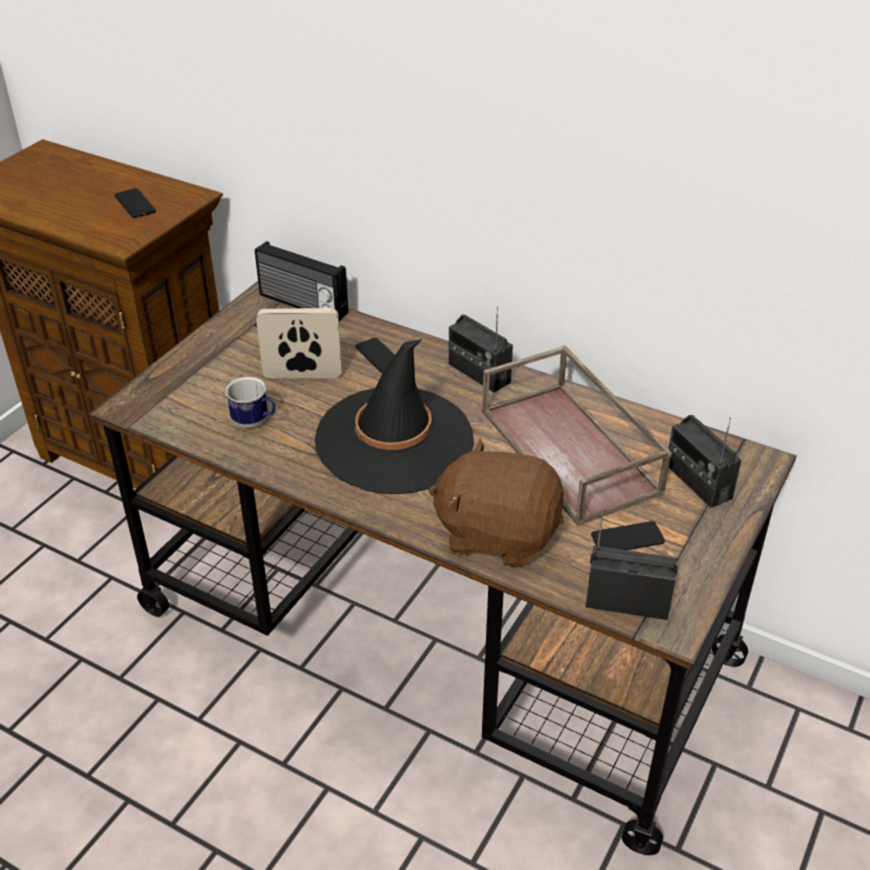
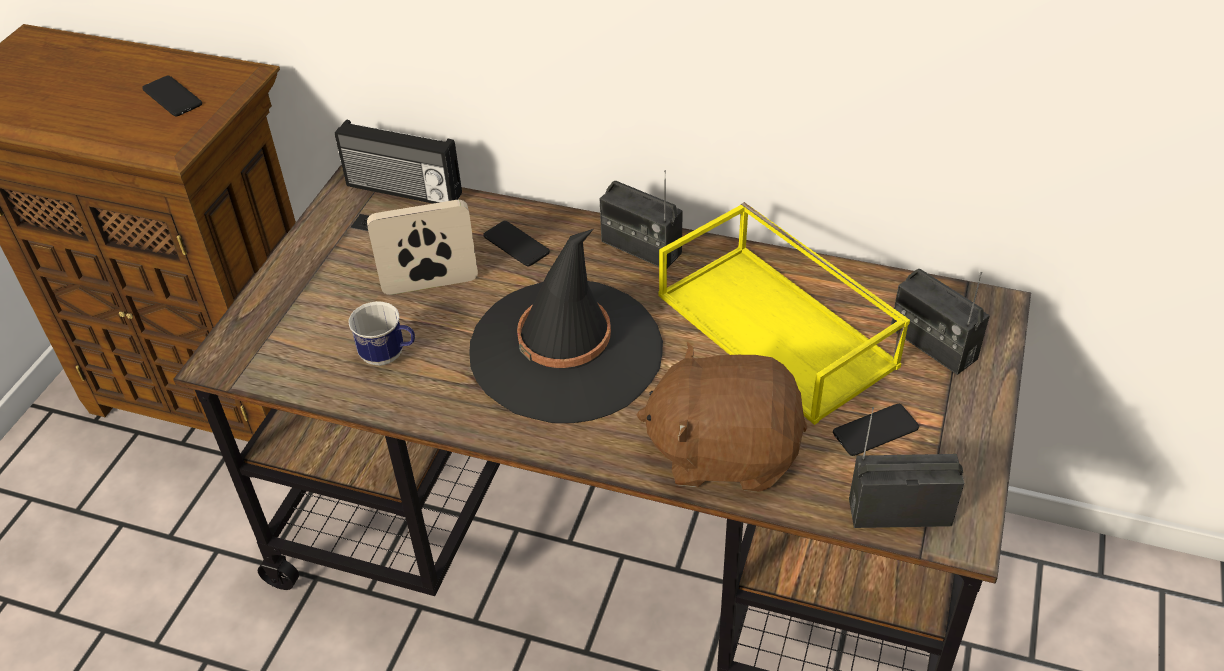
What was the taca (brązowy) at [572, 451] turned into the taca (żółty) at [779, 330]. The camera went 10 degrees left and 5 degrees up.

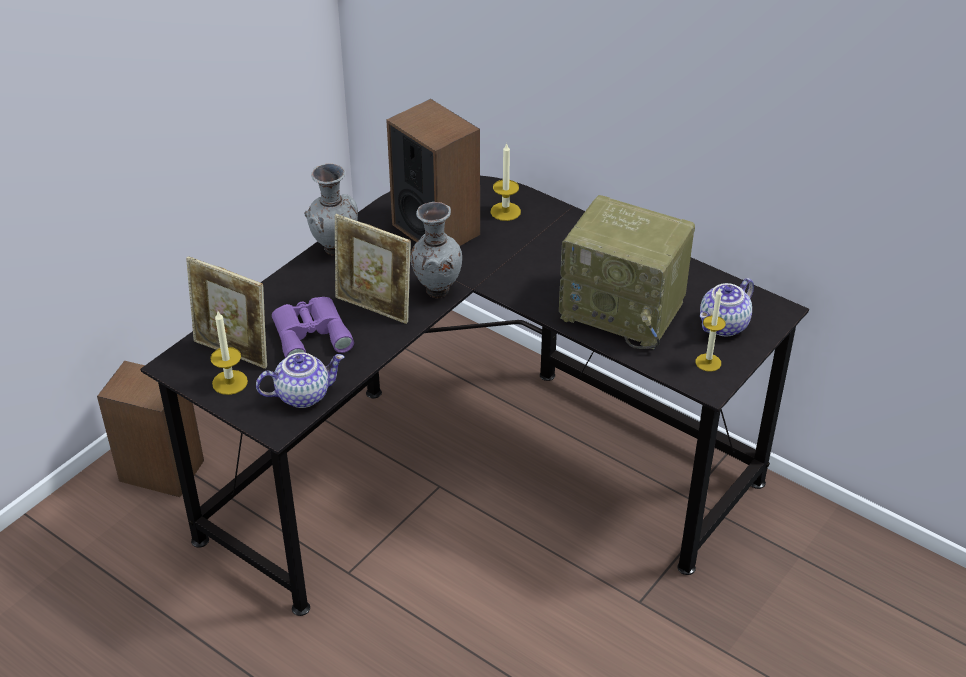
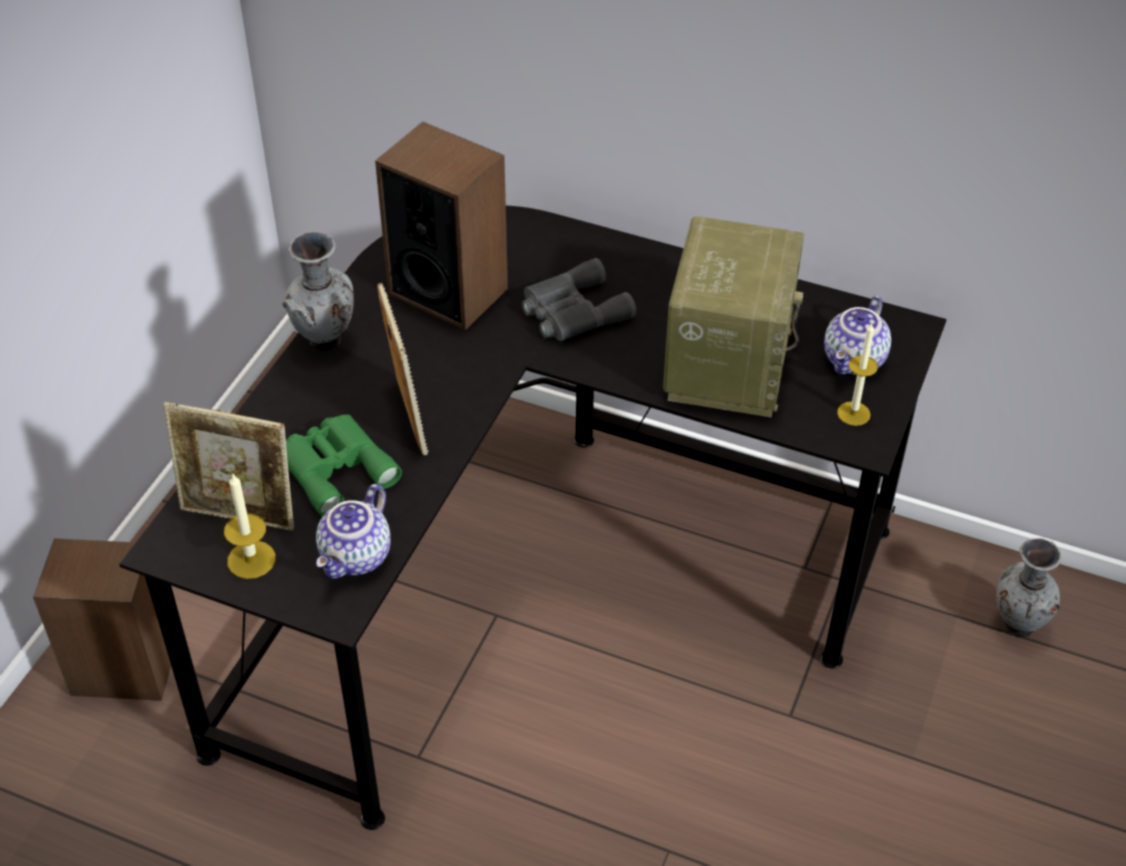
The second view lost the świeca at [505, 211]. The radio at [625, 310] ended up facing another way, 90 degrees counterclockwise from before. The wazon (szary) ended up elsewhere, having gone from [436, 290] to [1016, 626]. The ramka na zdjęcie at [374, 308] ended up facing another way, 120 degrees counterclockwise from before. What was the lornetka (fioletowy) at [311, 333] turned into the lornetka (zielony) at [335, 468]. The imbryk at [303, 394] ended up facing another way, 150 degrees clockwise from before. The second view gained the lornetka (szary) at [572, 311]. The camera went 15 degrees left and 5 degrees up.

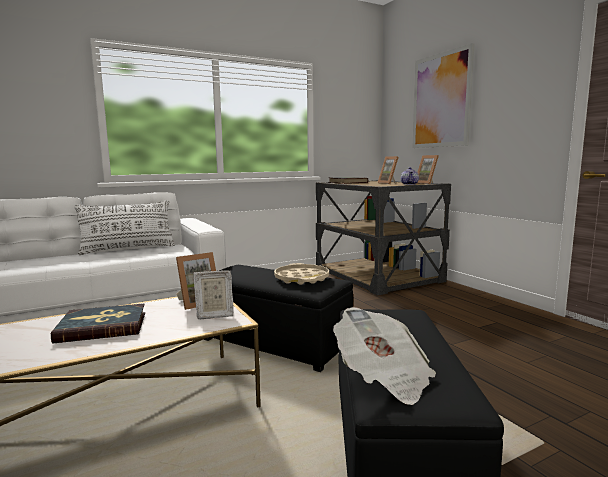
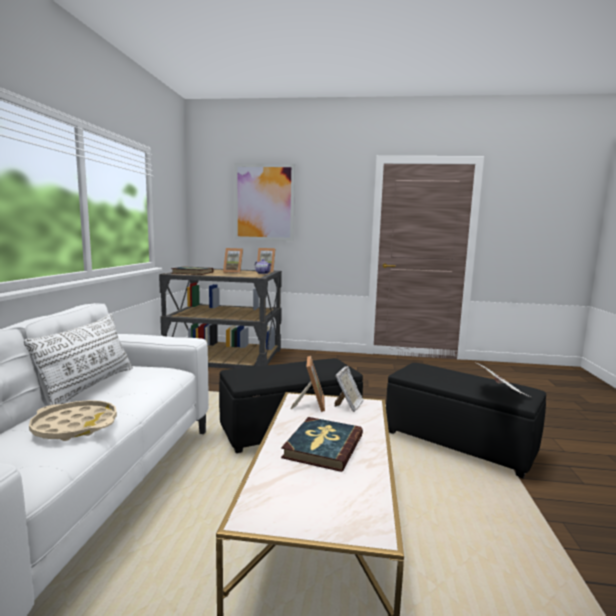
The taca (beżowy) ended up elsewhere, having gone from [302, 278] to [75, 426]. The camera went 55 degrees left and 0 degrees up.

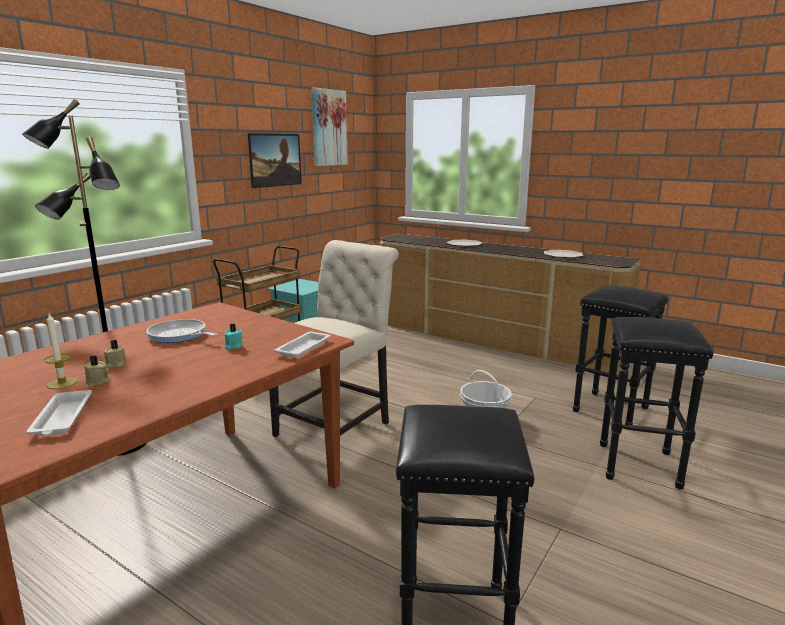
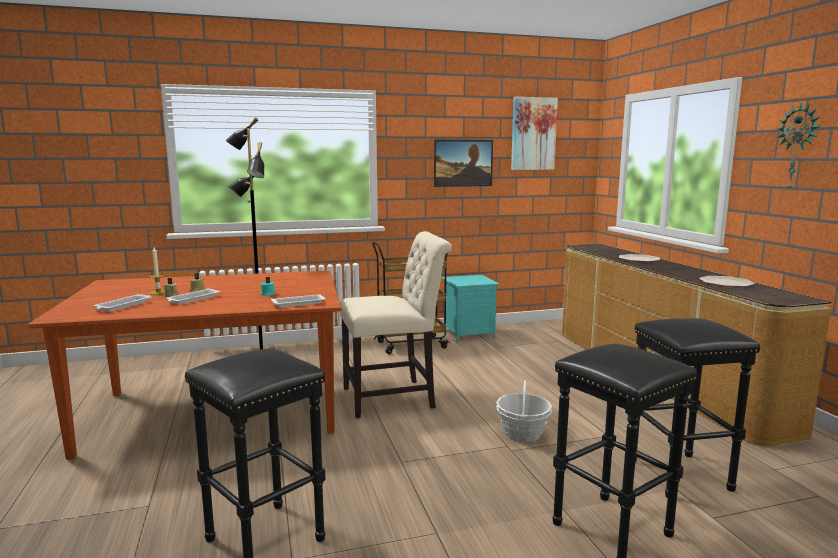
The second view lost the patelnia at [179, 335]. The second view gained the zegar ścienny at [798, 147]. The second view gained the taca (biały) at [192, 299]. The camera went 40 degrees right and 5 degrees down.

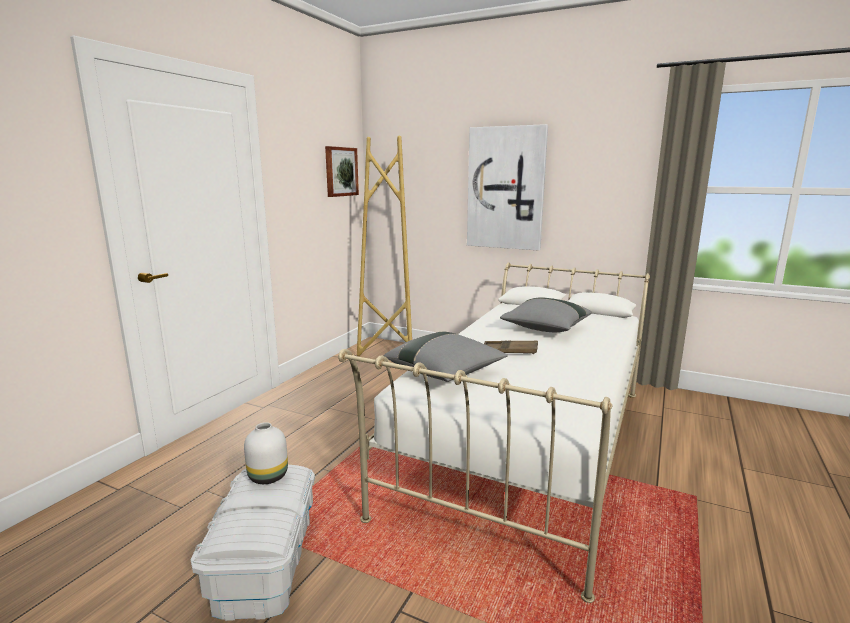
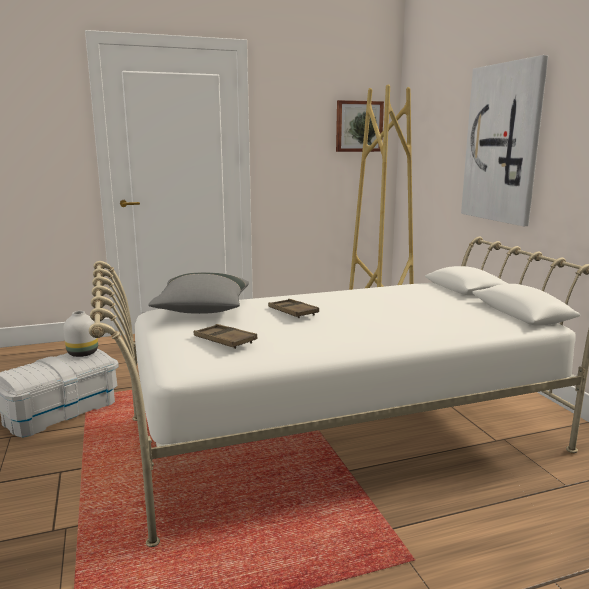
The second view lost the poduszka (szary) at [545, 329]. The second view gained the taca (brązowy) at [224, 341]. The camera went 45 degrees right and 0 degrees up.

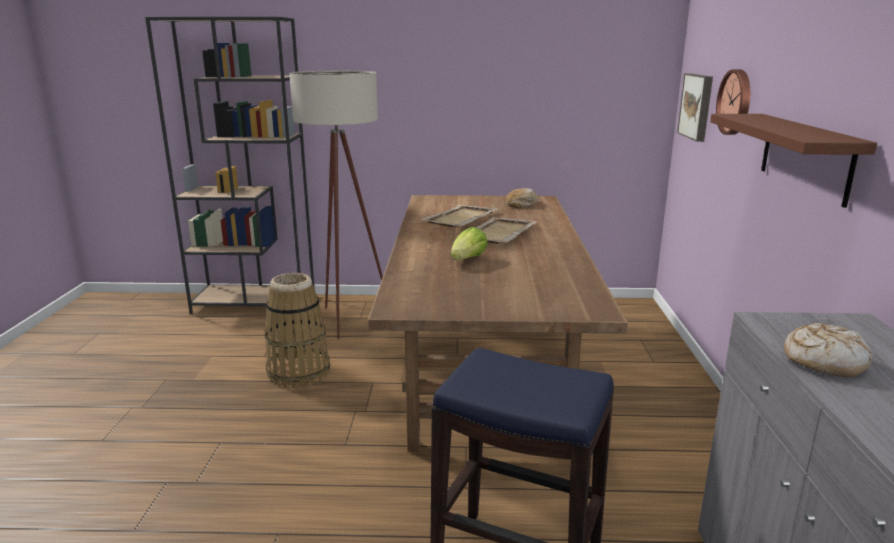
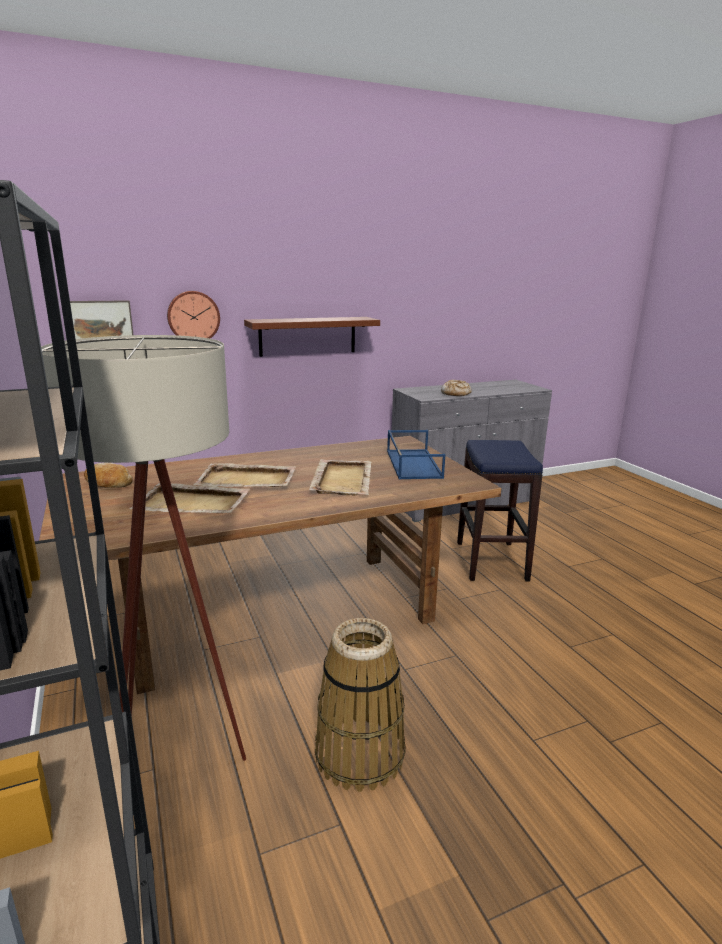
Where the sałata stood at [468, 259], the taca (beżowy) came to stand at [342, 479]. The second view gained the taca (niebieski) at [412, 463]. The camera went 115 degrees left and 0 degrees up.

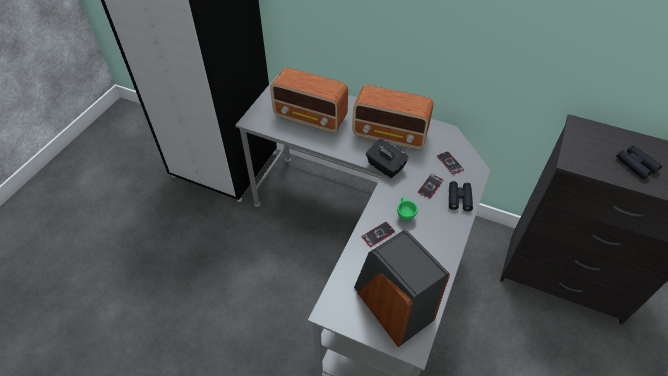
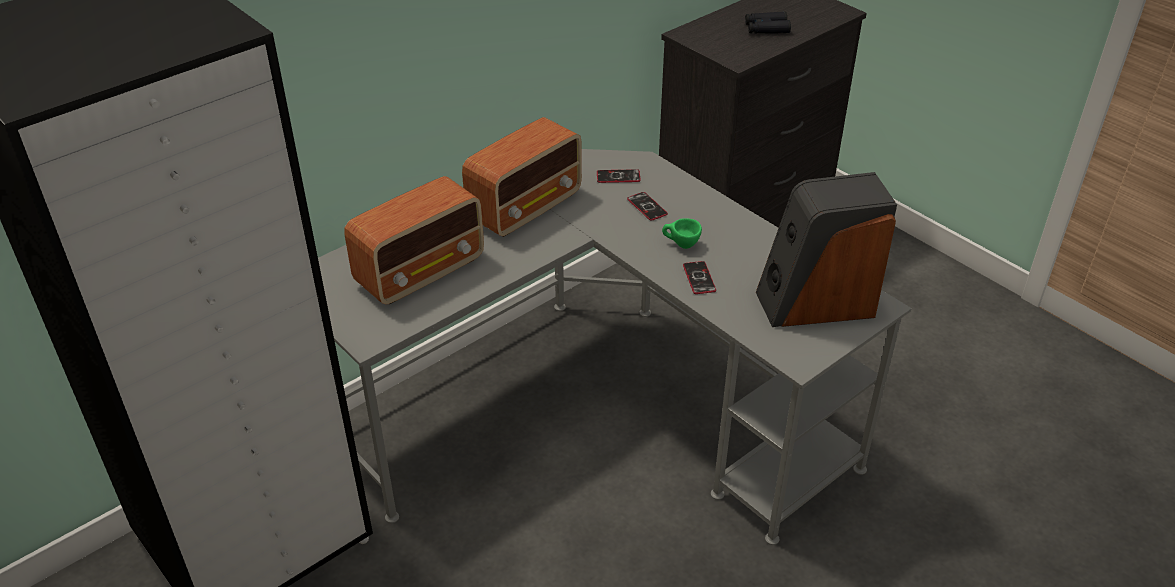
The second view lost the pudełko chusteczek (czarny) at [385, 166]. The second view lost the lornetka (czarny) at [459, 198]. The camera went 65 degrees left and 10 degrees down.

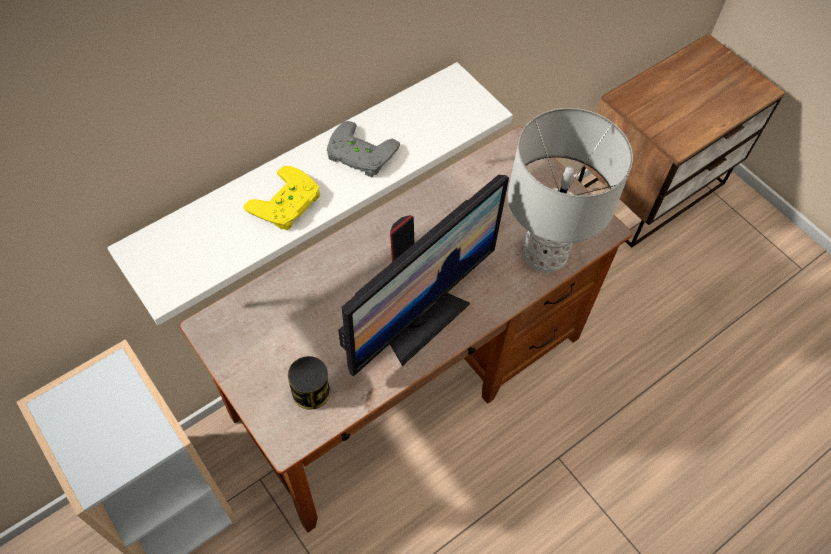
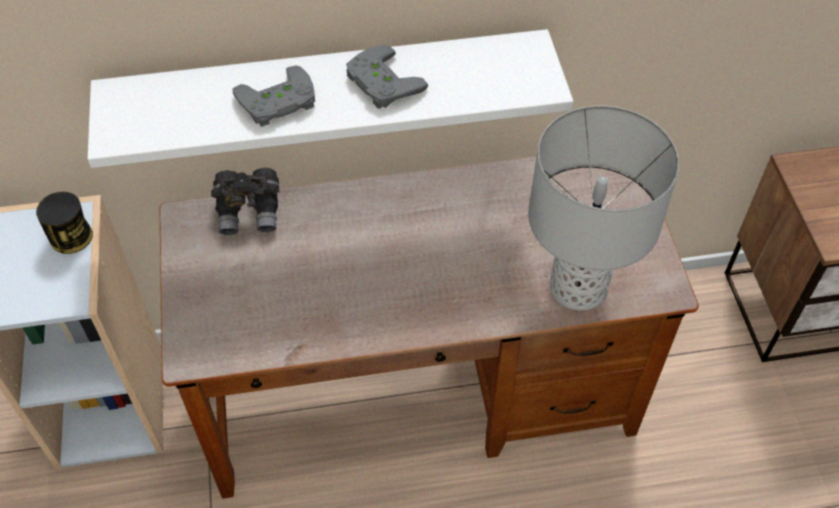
What was the pad do gier (żółty) at [288, 204] turned into the pad do gier (szary) at [278, 104]. The second view lost the monitor at [418, 318]. The puszka ended up elsewhere, having gone from [311, 391] to [71, 237]. The second view gained the lornetka (szary) at [250, 211]. The camera went 30 degrees right and 5 degrees down.

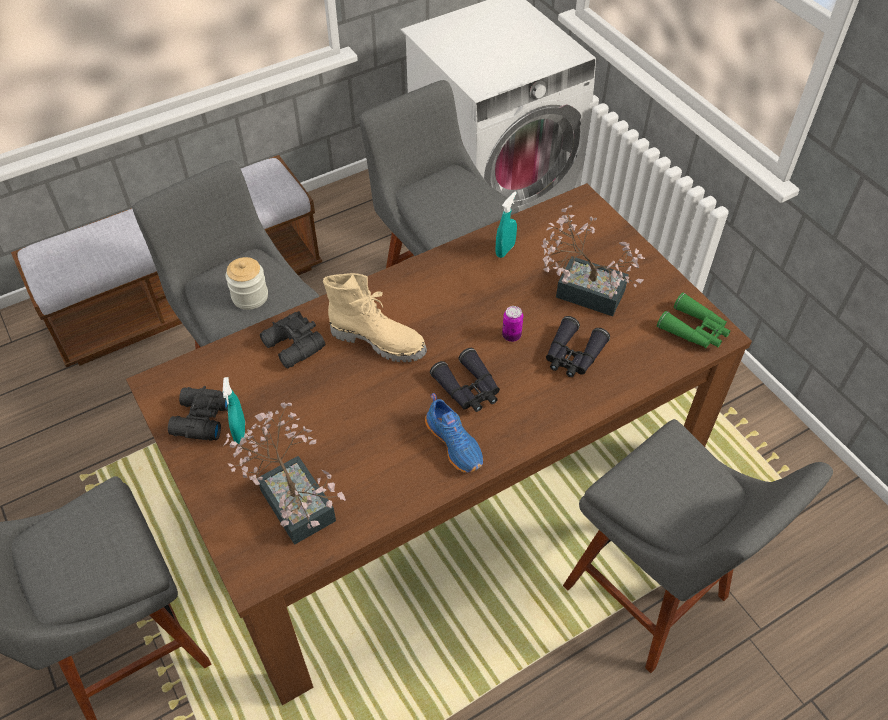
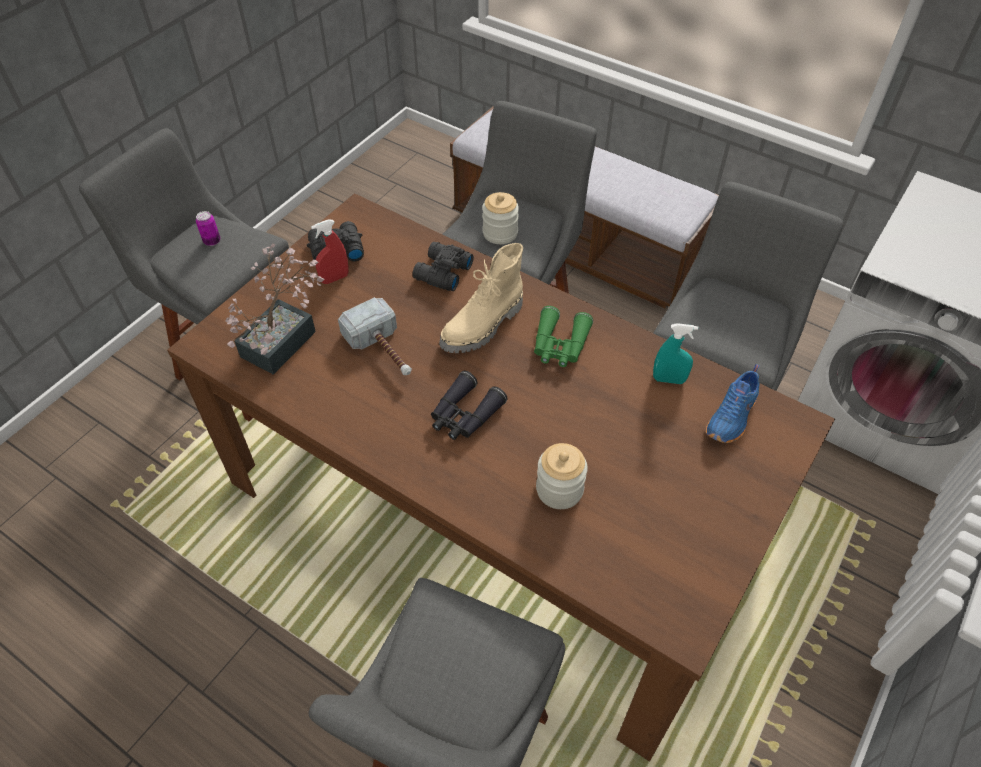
The second view lost the roślina doniczkowa at [582, 290]. The but z cholewką (beżowy) at [379, 340] ended up facing another way, 45 degrees clockwise from before. The lornetka (zielony) ended up elsewhere, having gone from [694, 330] to [559, 345]. The puszka ended up elsewhere, having gone from [511, 336] to [212, 241]. Where the lornetka (czarny) stood at [573, 355], the słoik came to stand at [559, 489]. What was the spryskiwacz (turkusowy) at [240, 432] turned into the spryskiwacz (czerwony) at [334, 278]. The but (niebieski) ended up elsewhere, having gone from [455, 443] to [732, 417]. The second view gained the młotek at [384, 351]. The camera went 65 degrees right and 0 degrees up.

